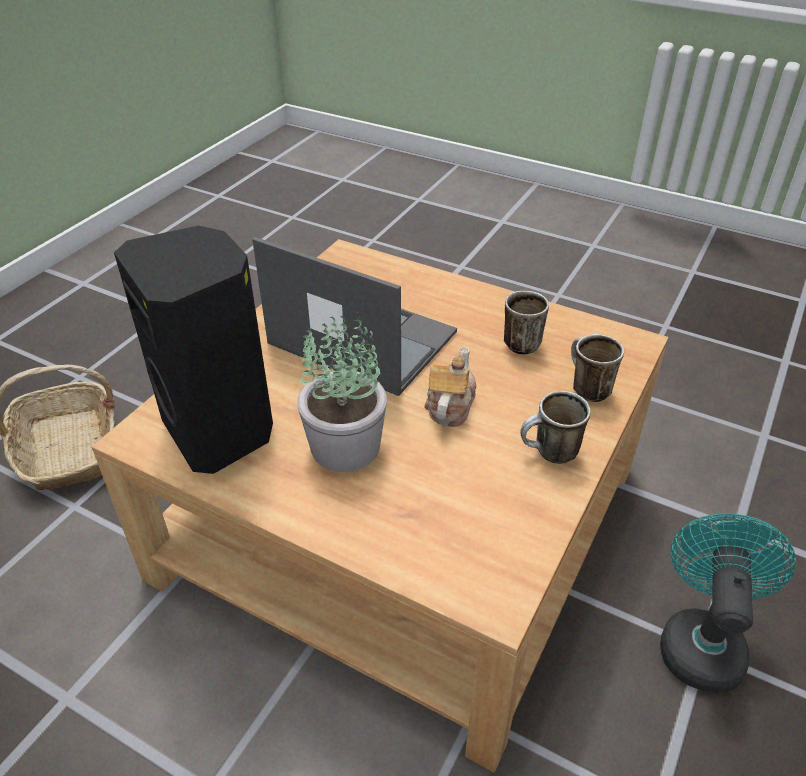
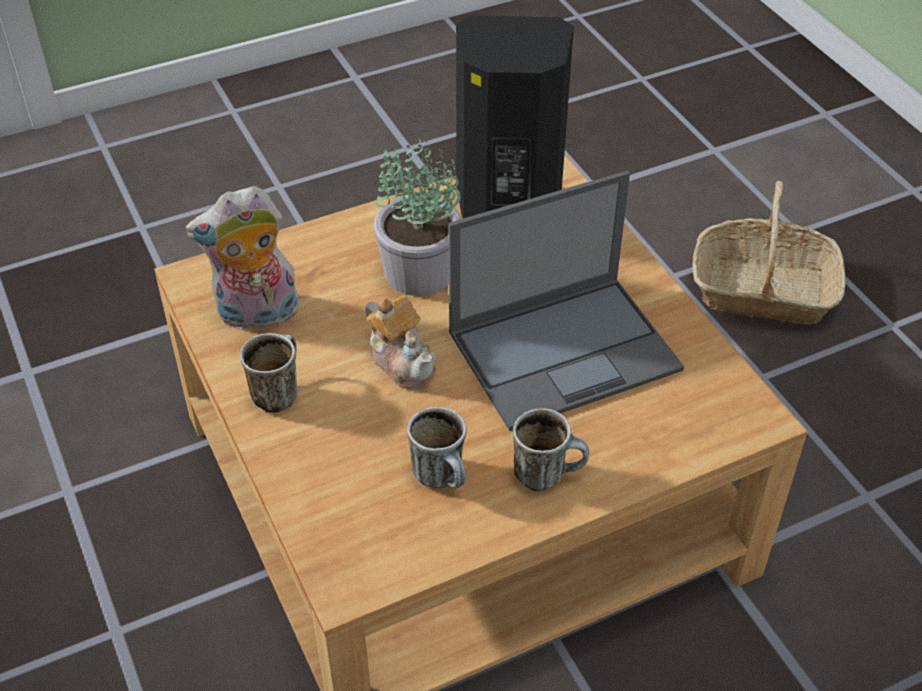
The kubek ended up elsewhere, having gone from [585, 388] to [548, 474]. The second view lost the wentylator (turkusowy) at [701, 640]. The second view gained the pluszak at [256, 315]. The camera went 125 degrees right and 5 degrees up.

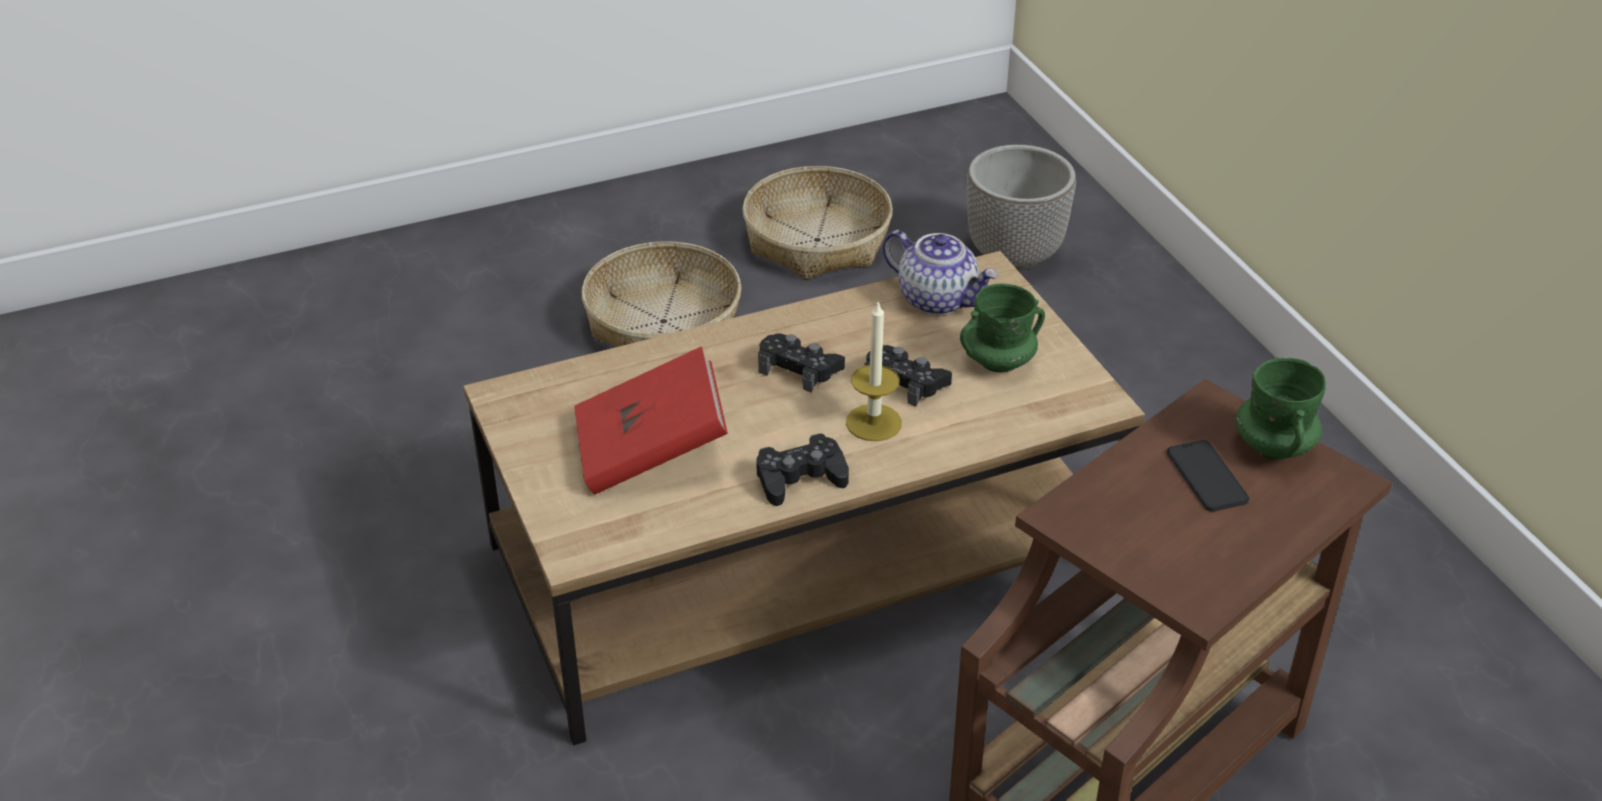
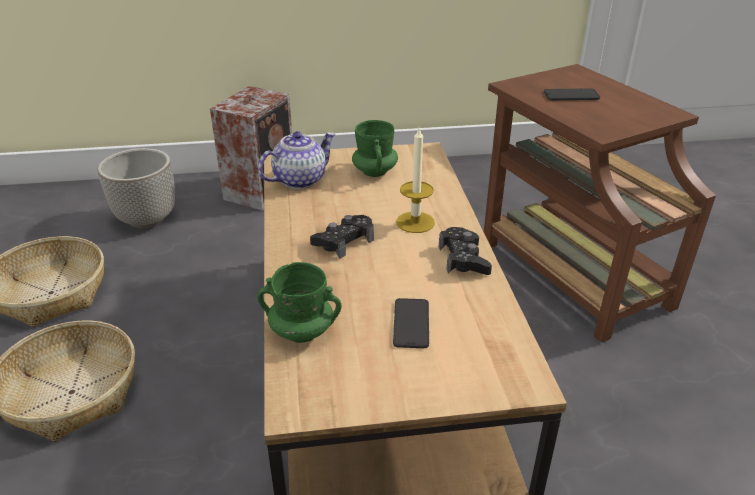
The second view lost the pad do gier (czarny) at [905, 382]. Where the książka (czerwony) stood at [651, 451], the telefon came to stand at [411, 323]. The kubek (zielony) ended up elsewhere, having gone from [1273, 446] to [301, 332]. The second view gained the głośnik at [262, 190]. The camera went 75 degrees left and 5 degrees down.

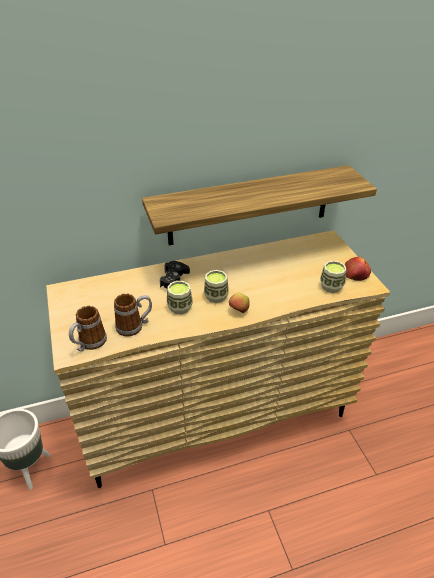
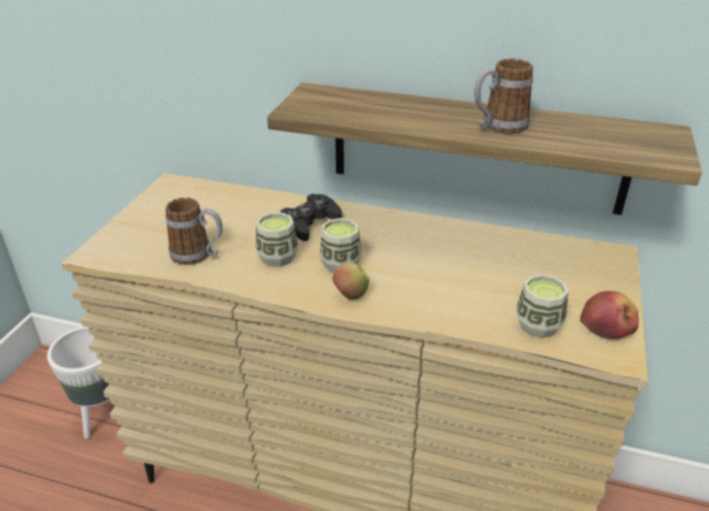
The kubek ended up elsewhere, having gone from [89, 344] to [498, 127]. The camera went 35 degrees right and 5 degrees down.

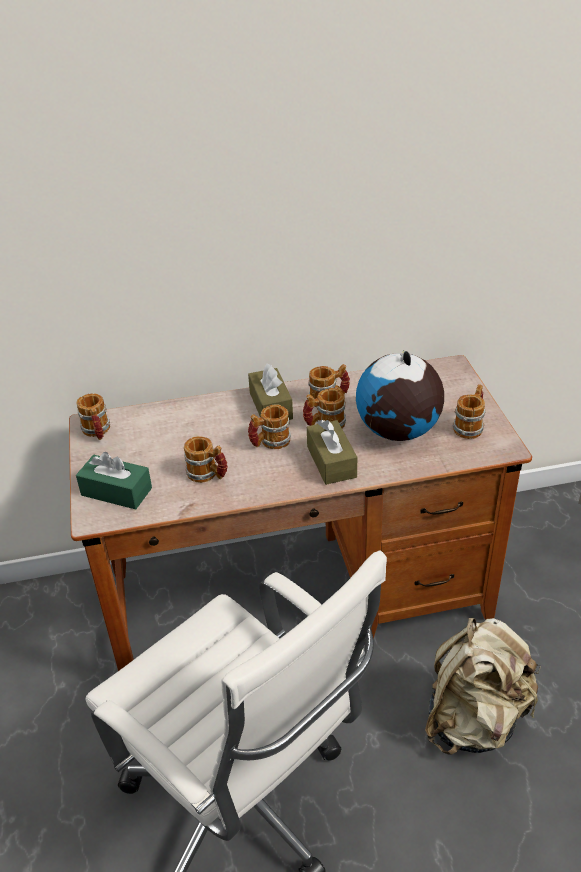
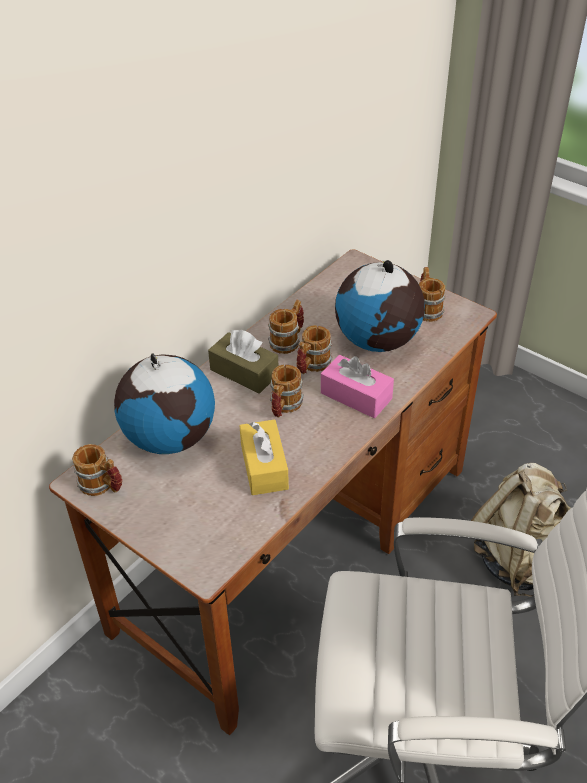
What was the pudełko chusteczek (brązowy) at [331, 462] turned into the pudełko chusteczek (różowy) at [356, 396]. Where the kubek stood at [207, 475], the pudełko chusteczek (żółty) came to stand at [264, 466]. The second view lost the pudełko chusteczek (zielony) at [116, 491]. The second view gained the globus at [170, 437]. The camera went 40 degrees left and 5 degrees up.

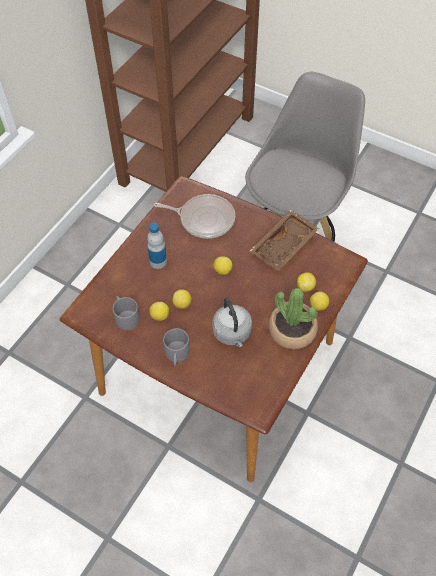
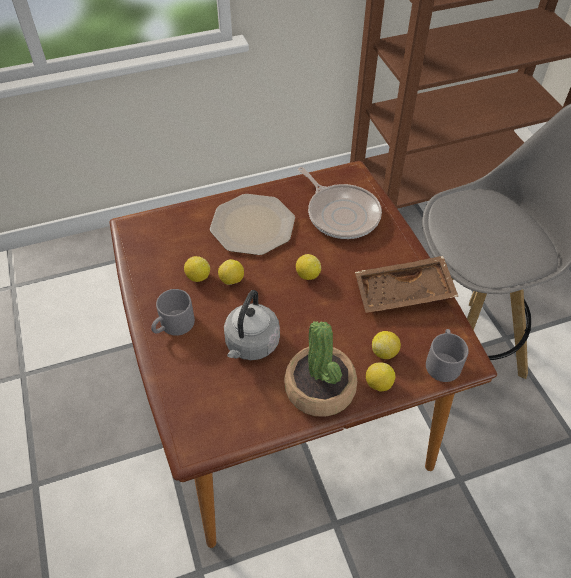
Where the butelka stood at [158, 261], the talerz came to stand at [251, 225]. The kubek (szary) ended up elsewhere, having gone from [125, 316] to [442, 361]. The camera went 40 degrees right and 5 degrees down.

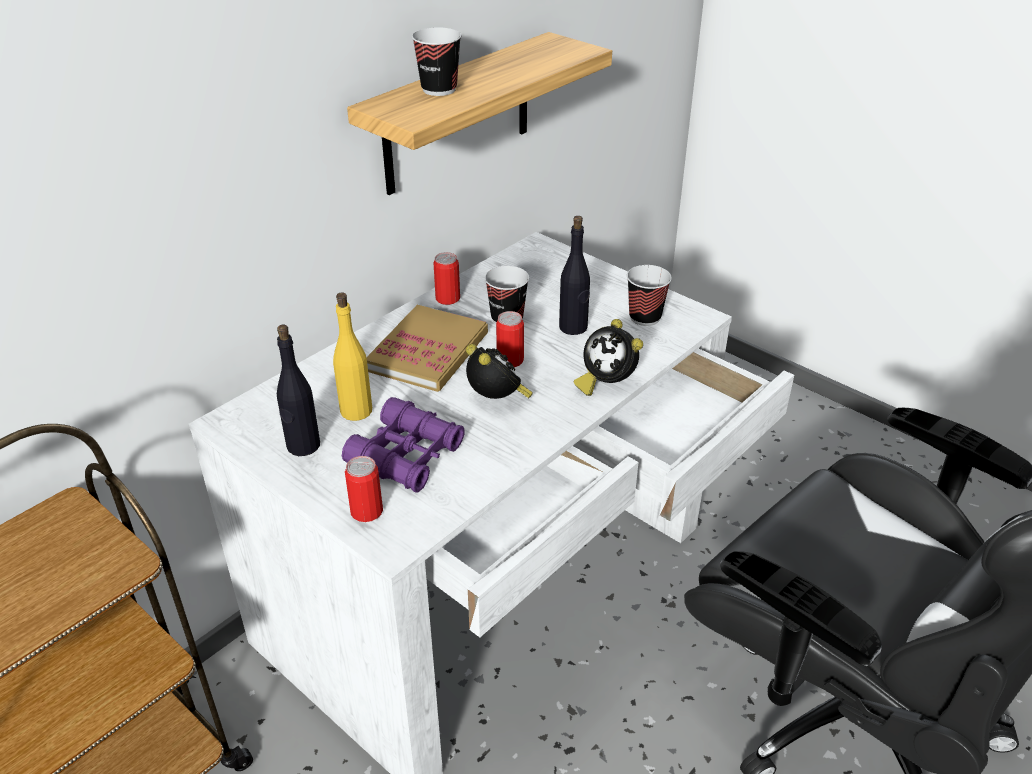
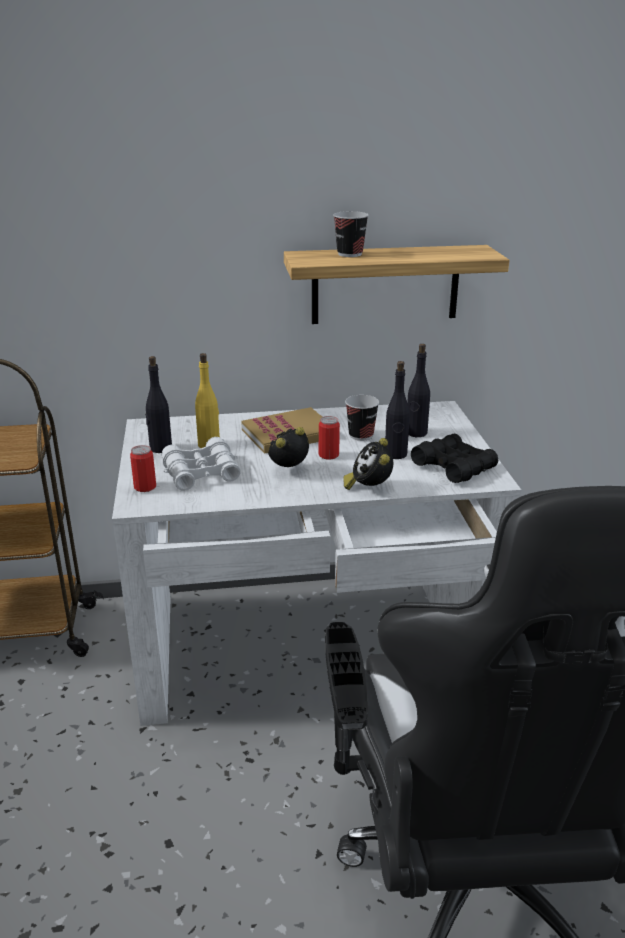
The second view lost the puszka at [447, 298]. Where the filiżanka stood at [645, 317], the lornetka (czarny) came to stand at [453, 467]. The budzik at [497, 401] ended up facing another way, 135 degrees counterclockwise from before. What was the lornetka (fioletowy) at [406, 455] turned into the lornetka (biały) at [201, 473]. The second view gained the butelka (czarny) at [416, 433]. The camera went 40 degrees right and 10 degrees down.

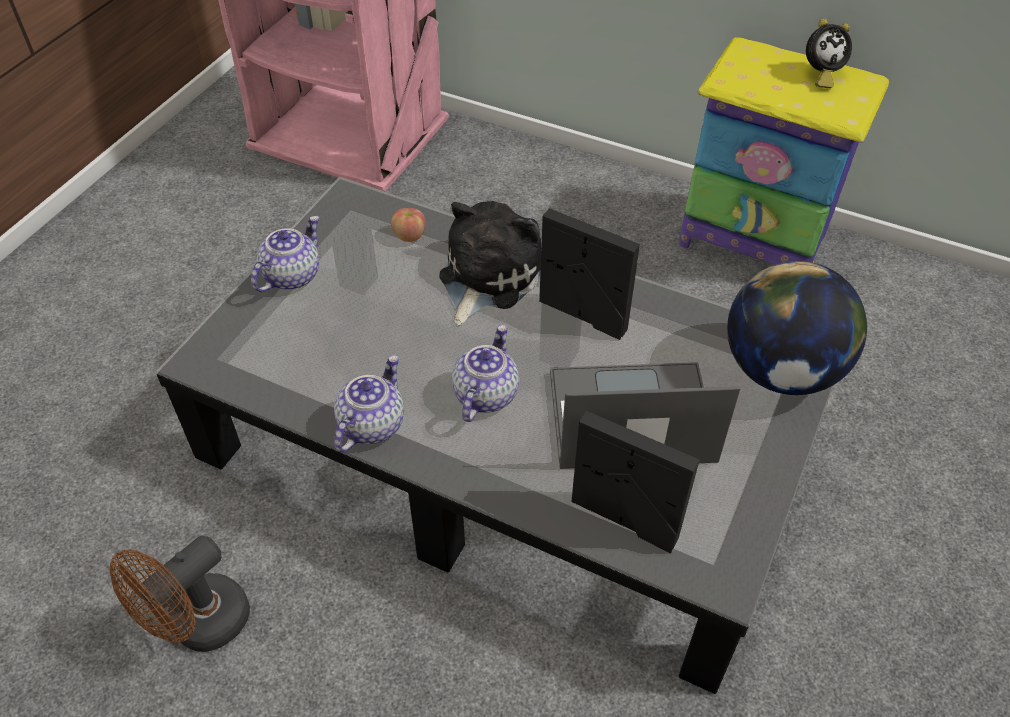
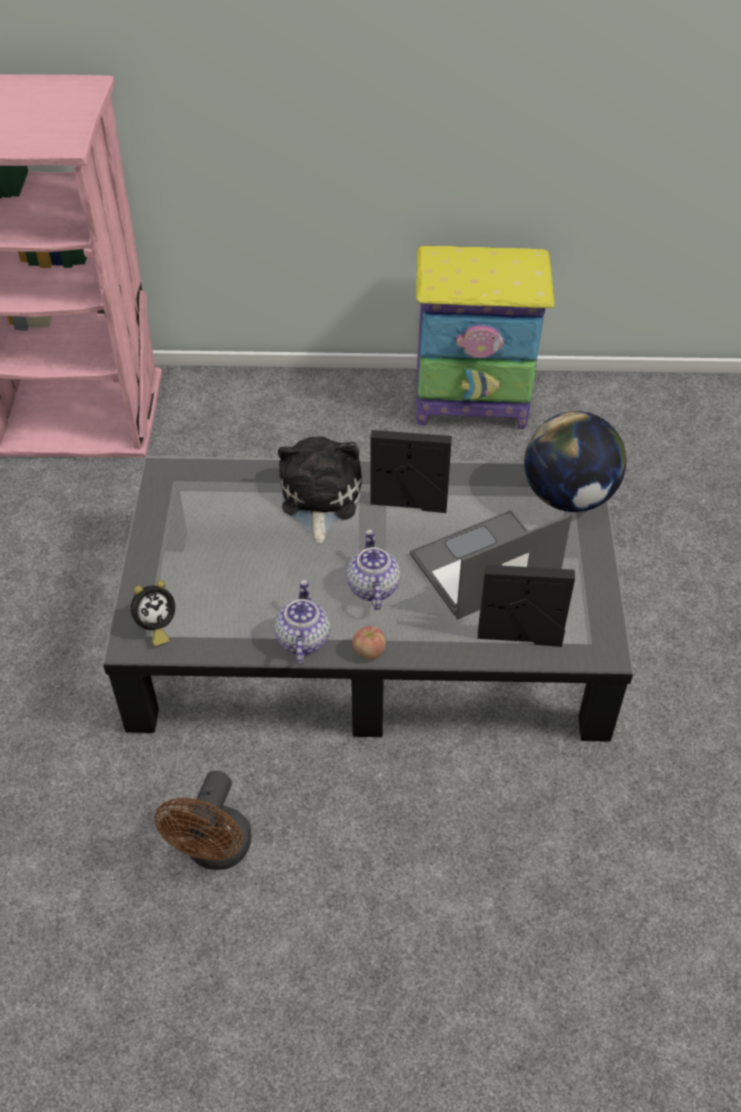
The budzik ended up elsewhere, having gone from [820, 75] to [155, 627]. The jabłko ended up elsewhere, having gone from [409, 236] to [369, 651]. The second view lost the imbryk at [291, 275]. The camera went 25 degrees left and 0 degrees up.

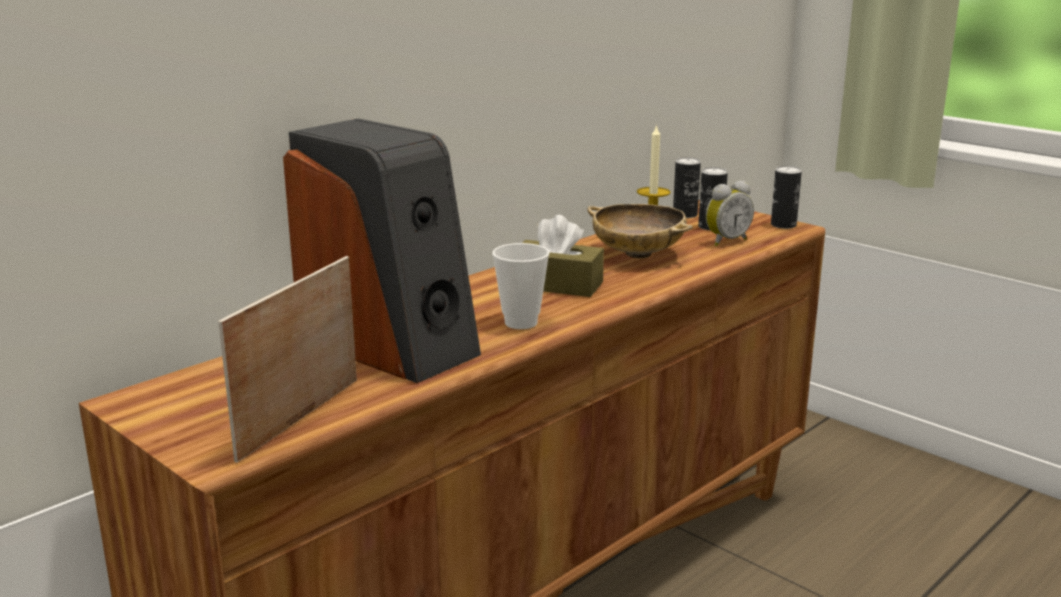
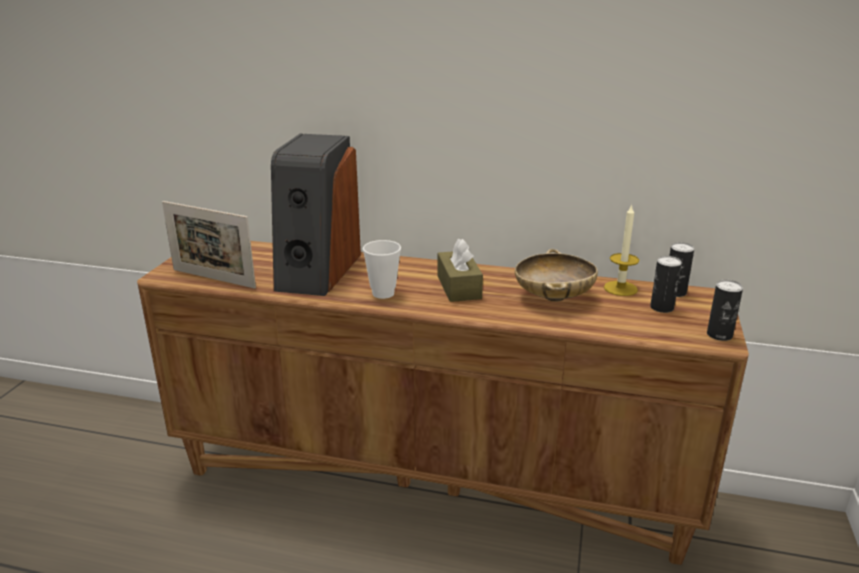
The second view lost the budzik at [725, 241]. The ramka na zdjęcie at [300, 418] ended up facing another way, 150 degrees counterclockwise from before. The camera went 60 degrees right and 5 degrees up.

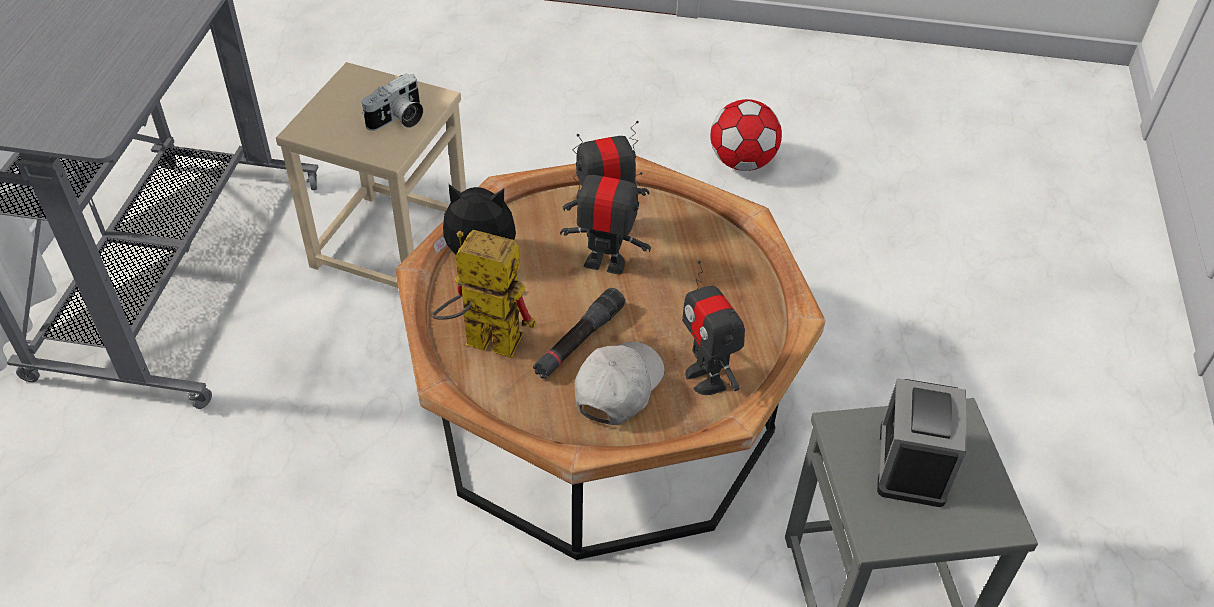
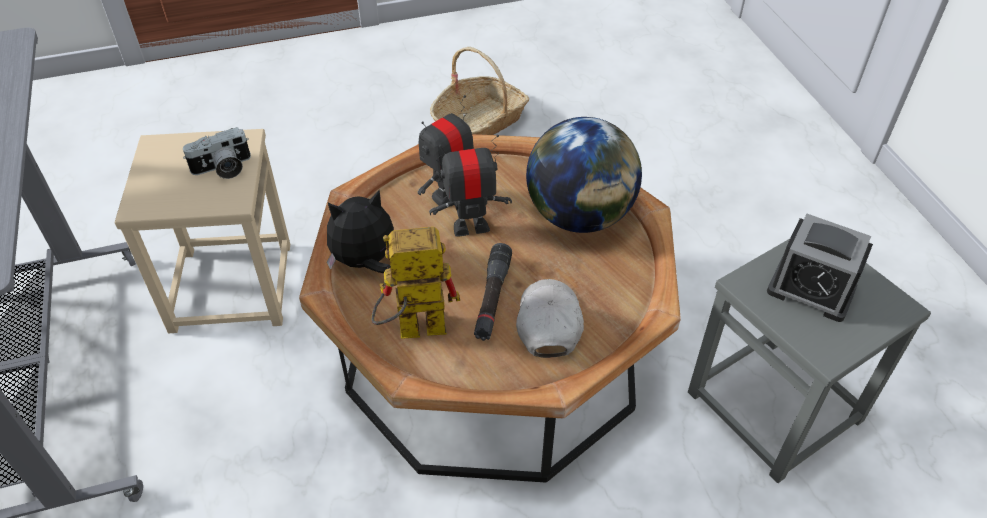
The aparat fotograficzny at [398, 120] ended up facing another way, 45 degrees clockwise from before. Where the piłka futbolowa stood at [742, 162], the koszyk came to stand at [480, 122]. The second view lost the robot zabawkowy at [706, 378]. The budzik at [912, 463] ended up facing another way, 45 degrees counterclockwise from before. The second view gained the globus at [579, 216]. The camera went 25 degrees left and 0 degrees up.

